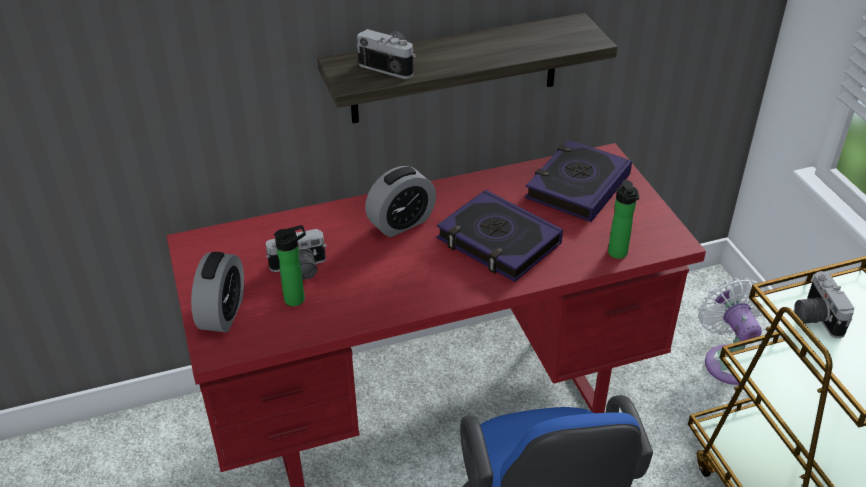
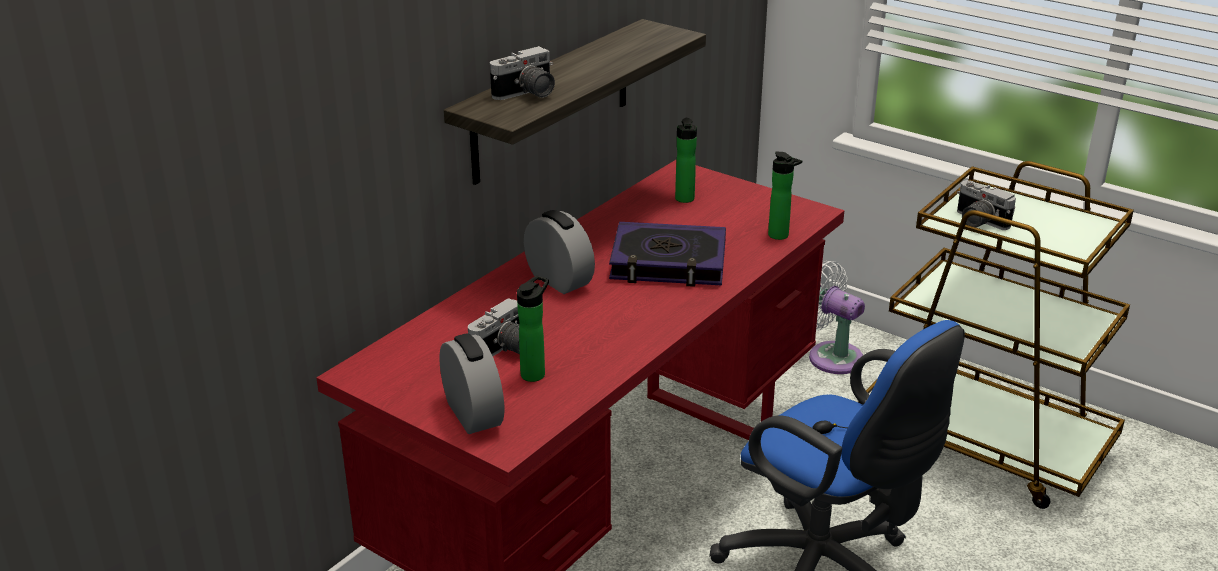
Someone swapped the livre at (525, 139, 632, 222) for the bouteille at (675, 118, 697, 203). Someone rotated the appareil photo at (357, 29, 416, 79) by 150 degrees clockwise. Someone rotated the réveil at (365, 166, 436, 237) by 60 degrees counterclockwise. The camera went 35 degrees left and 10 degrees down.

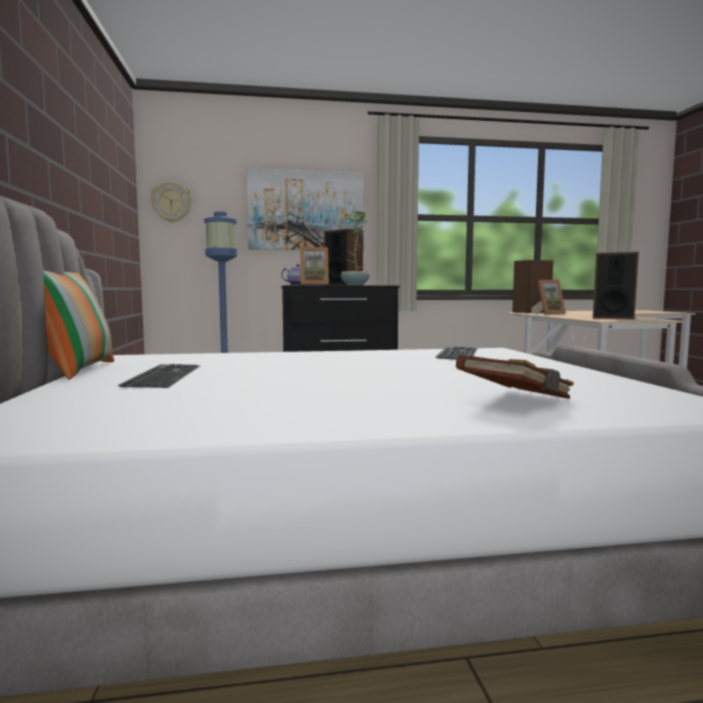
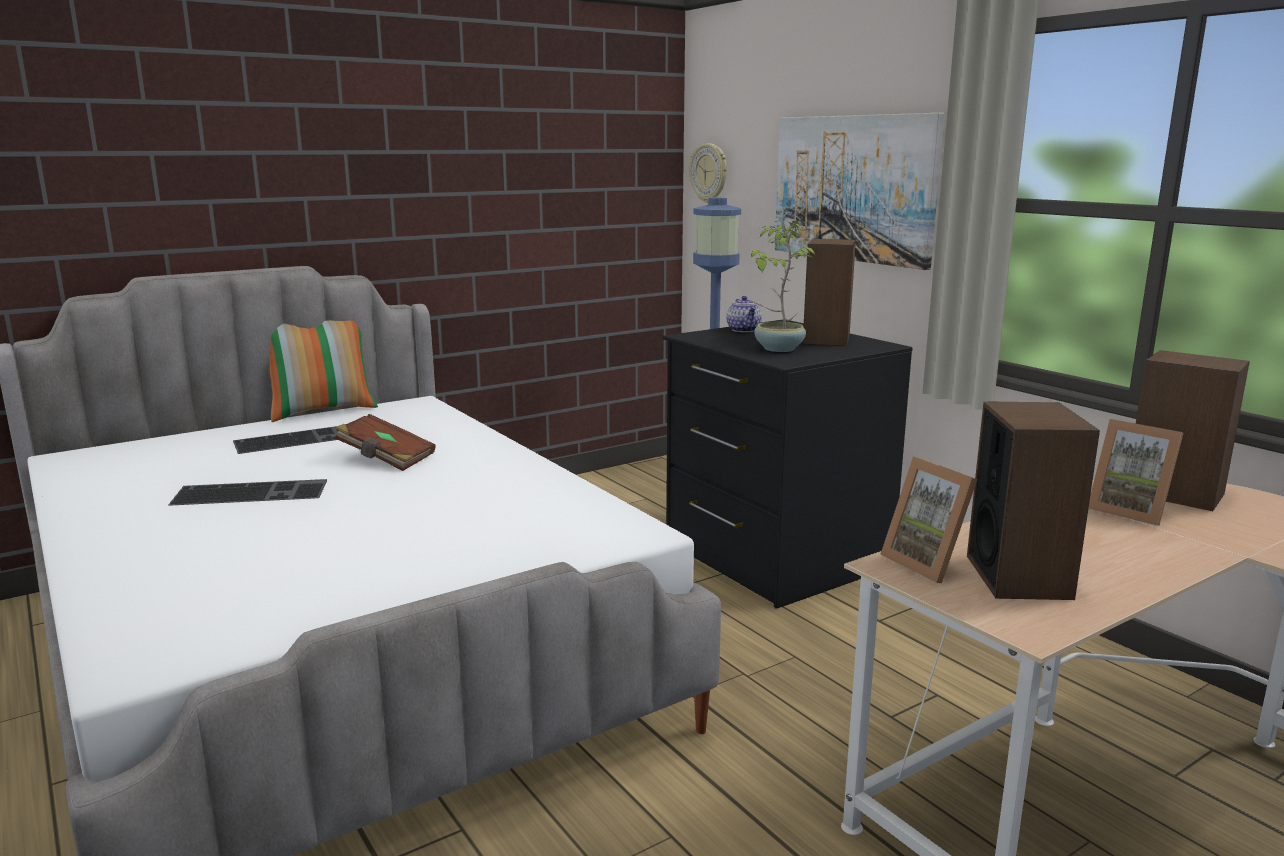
Someone carried the cadre photo from (300, 247, 329, 285) to (880, 456, 977, 583). Someone carried the clavier from (435, 346, 477, 360) to (168, 479, 327, 506). Someone carried the livre (marron) from (456, 355, 574, 399) to (335, 414, 436, 471). The camera went 65 degrees right and 10 degrees up.

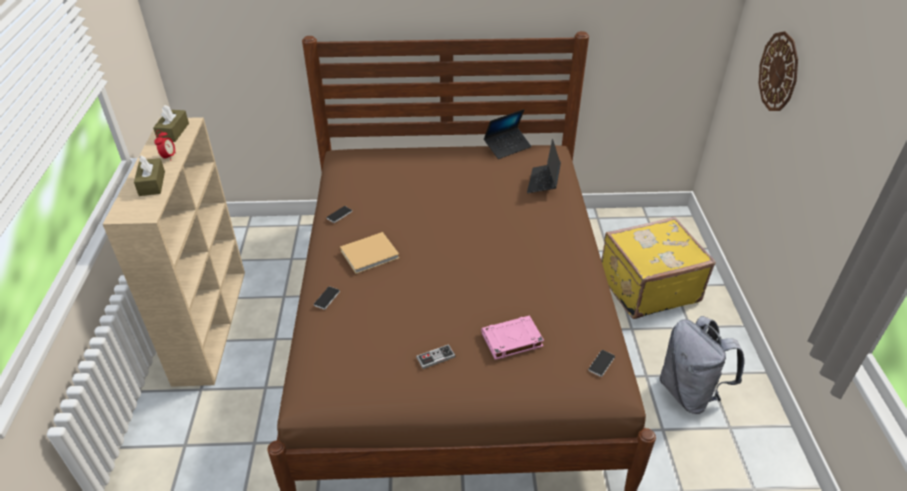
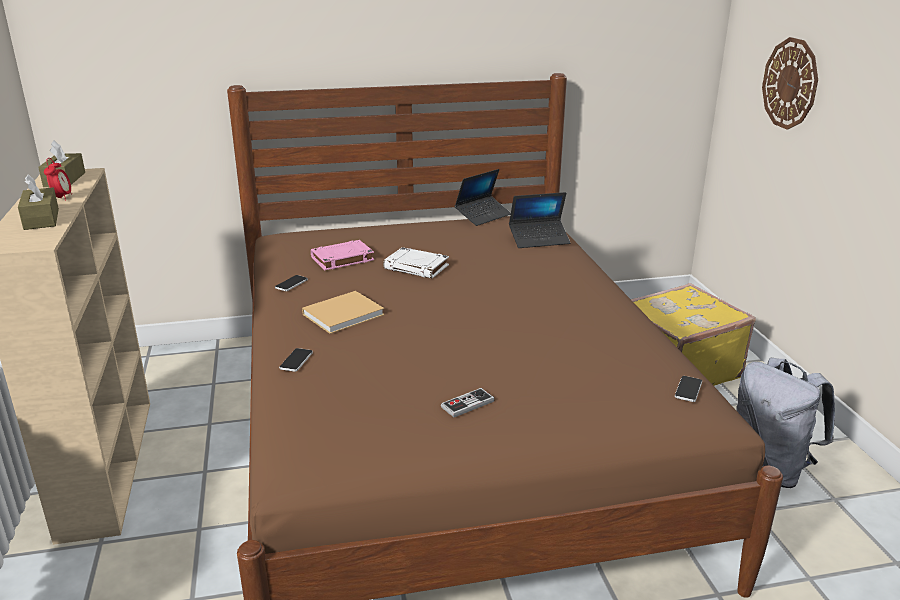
Someone put down the livre (blanc) at (383, 247, 449, 278). Someone carried the livre (rose) from (481, 315, 544, 360) to (311, 240, 374, 270). Someone rotated the ordinateur portable at (527, 139, 561, 193) by 105 degrees counterclockwise. The camera went 10 degrees left and 15 degrees down.

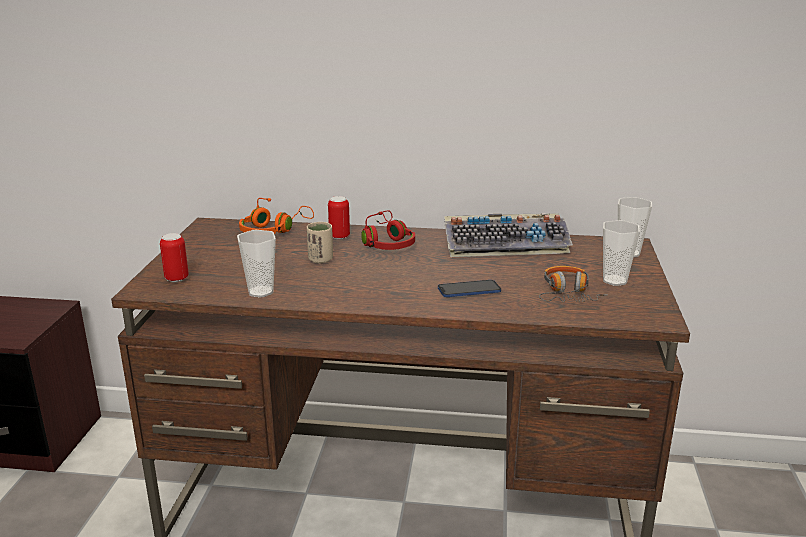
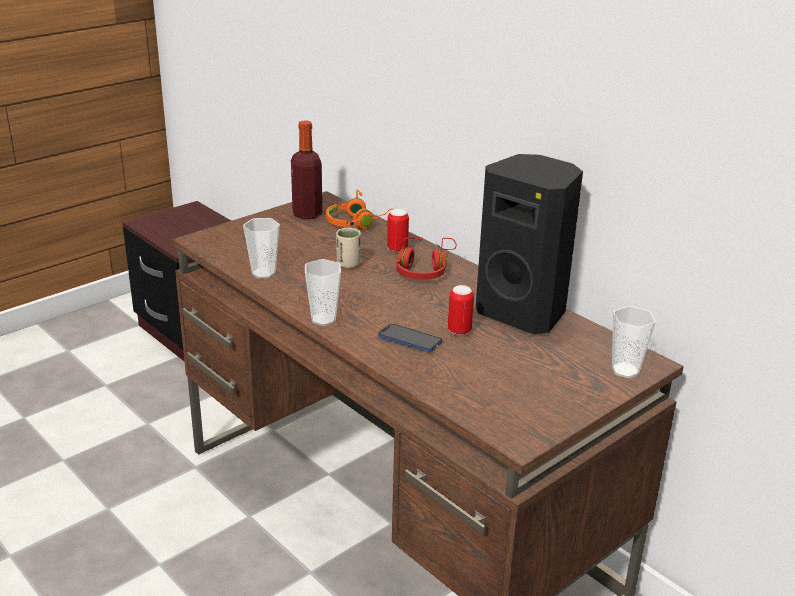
Someone took away the casque audio at (539, 266, 608, 303). Someone put down the bouteille at (291, 120, 322, 219). Someone carried the boîte métallique from (160, 233, 189, 282) to (448, 285, 474, 335). Someone carried the tasse from (603, 220, 640, 286) to (305, 259, 341, 326). Someone swapped the clavier at (444, 213, 573, 257) for the enceinte (noir) at (476, 154, 583, 334). The camera went 40 degrees right and 5 degrees up.

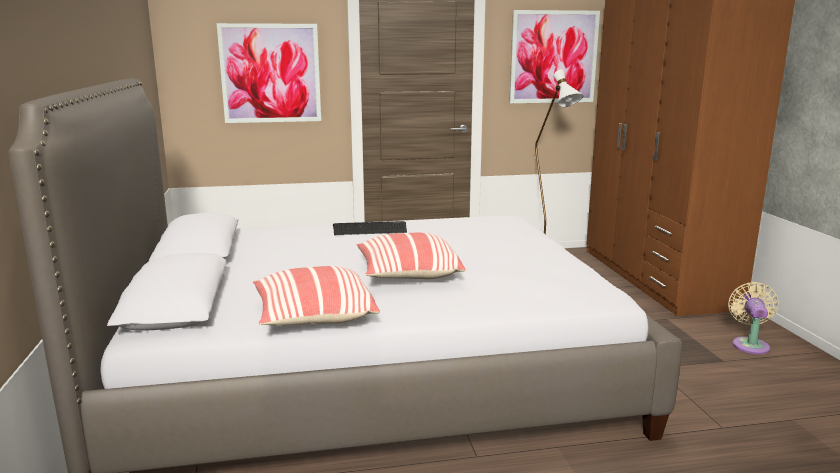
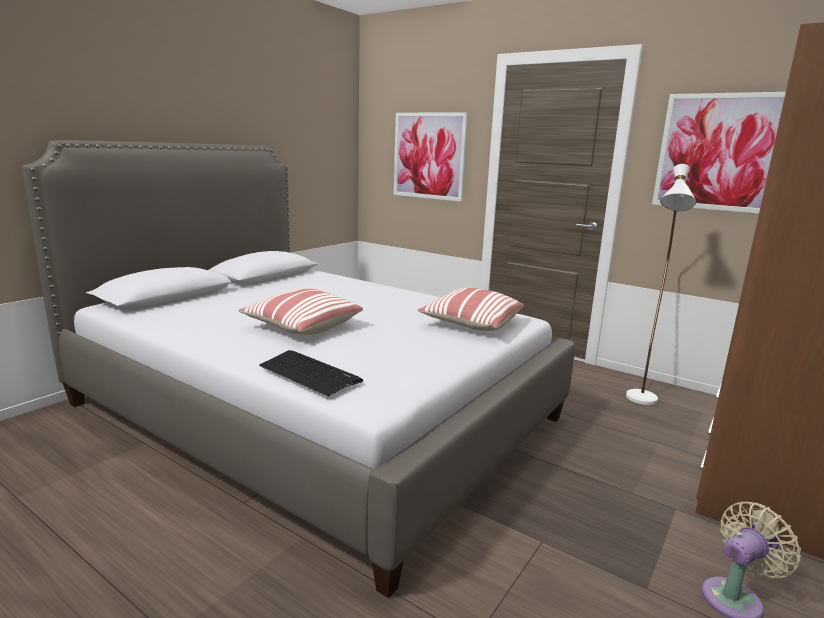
Someone carried the coussin from (253, 266, 380, 326) to (417, 288, 524, 331). Someone carried the clavier from (333, 221, 407, 235) to (259, 350, 363, 396). The camera went 45 degrees right and 0 degrees up.

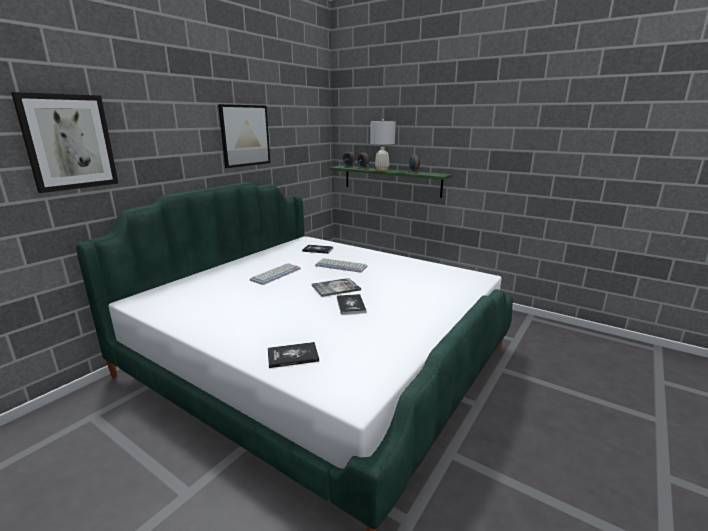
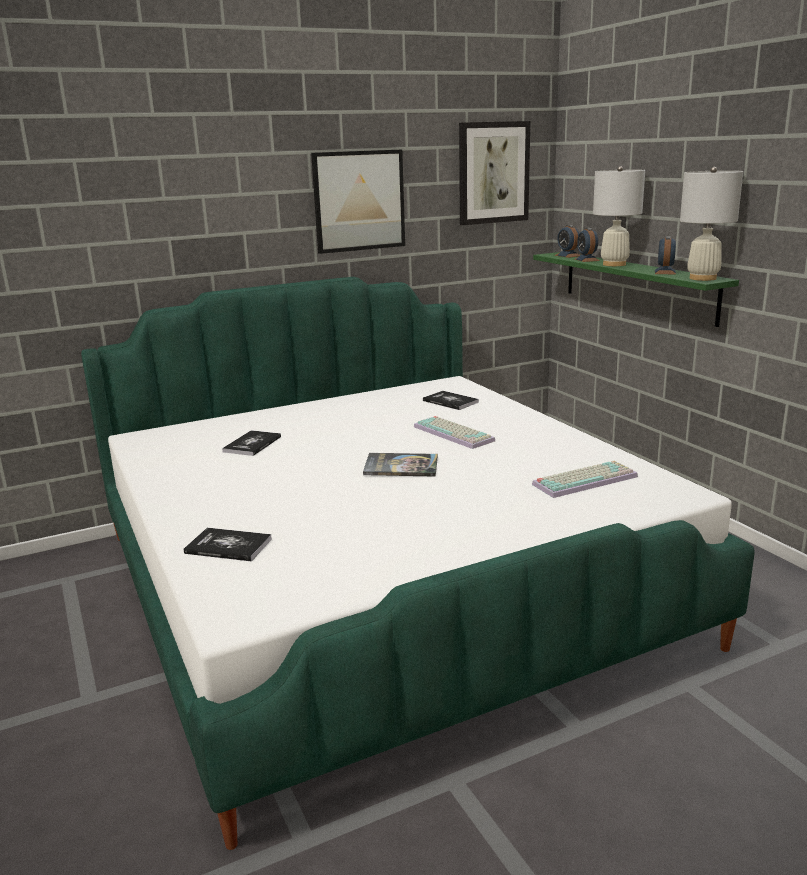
Someone put down the lampe de table (blanc) at (680, 167, 743, 281). Someone carried the tableau from (11, 92, 119, 193) to (459, 121, 530, 225). Someone carried the clavier from (250, 263, 301, 285) to (532, 461, 638, 498). Someone carried the livre from (337, 294, 367, 315) to (222, 430, 281, 456). The camera went 30 degrees right and 0 degrees up.

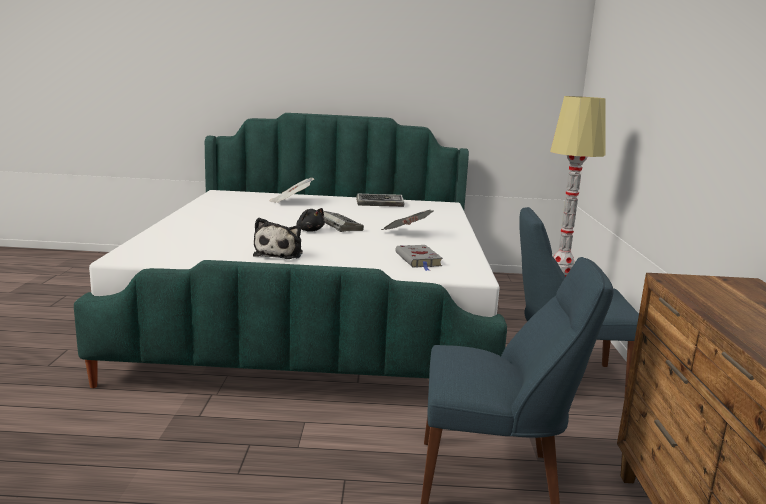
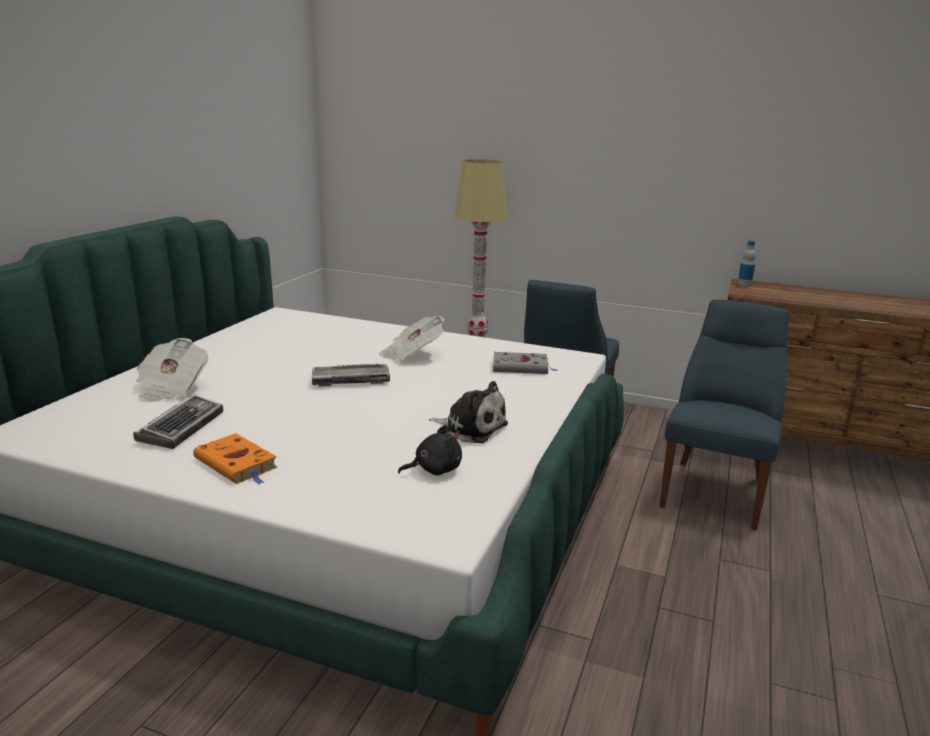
Someone put down the livre (orange) at (193, 433, 277, 484). Someone put down the bouteille at (737, 240, 756, 287). Someone carried the peluche (noir) from (297, 208, 325, 232) to (398, 425, 462, 476). Someone carried the clavier from (356, 193, 404, 207) to (133, 394, 223, 449). The camera went 70 degrees left and 5 degrees up.

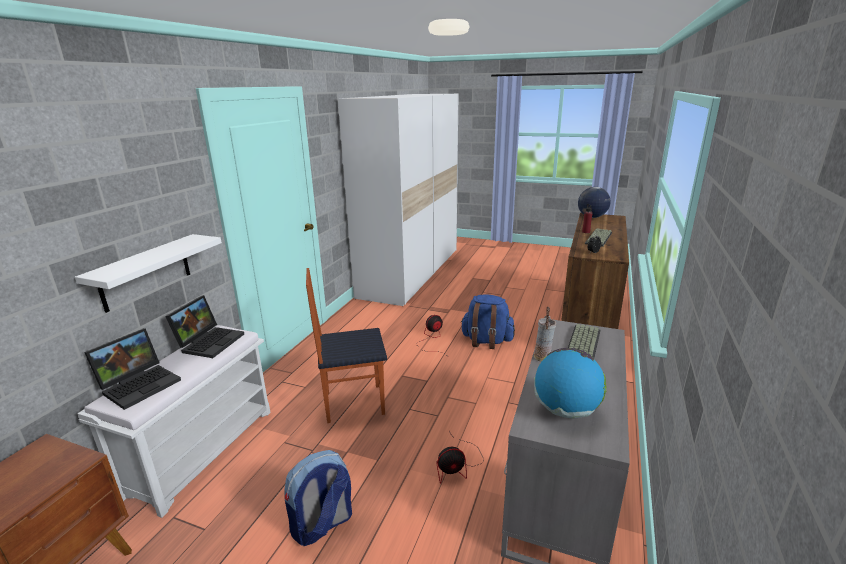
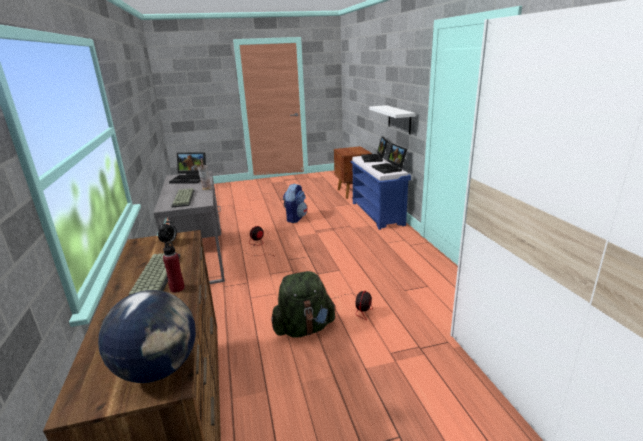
Someone took away the chaise at (306, 268, 387, 423). Someone swapped the globe at (534, 348, 607, 418) for the ordinateur portable at (169, 152, 206, 183). Someone repainted the banc (blanc) at (77, 325, 271, 518), which became the banc (bleu) at (351, 156, 411, 230). Someone repainted the sac à dos (bleu) at (460, 294, 515, 349), which became the sac à dos (vert) at (271, 271, 335, 338). The camera went 145 degrees right and 0 degrees up.

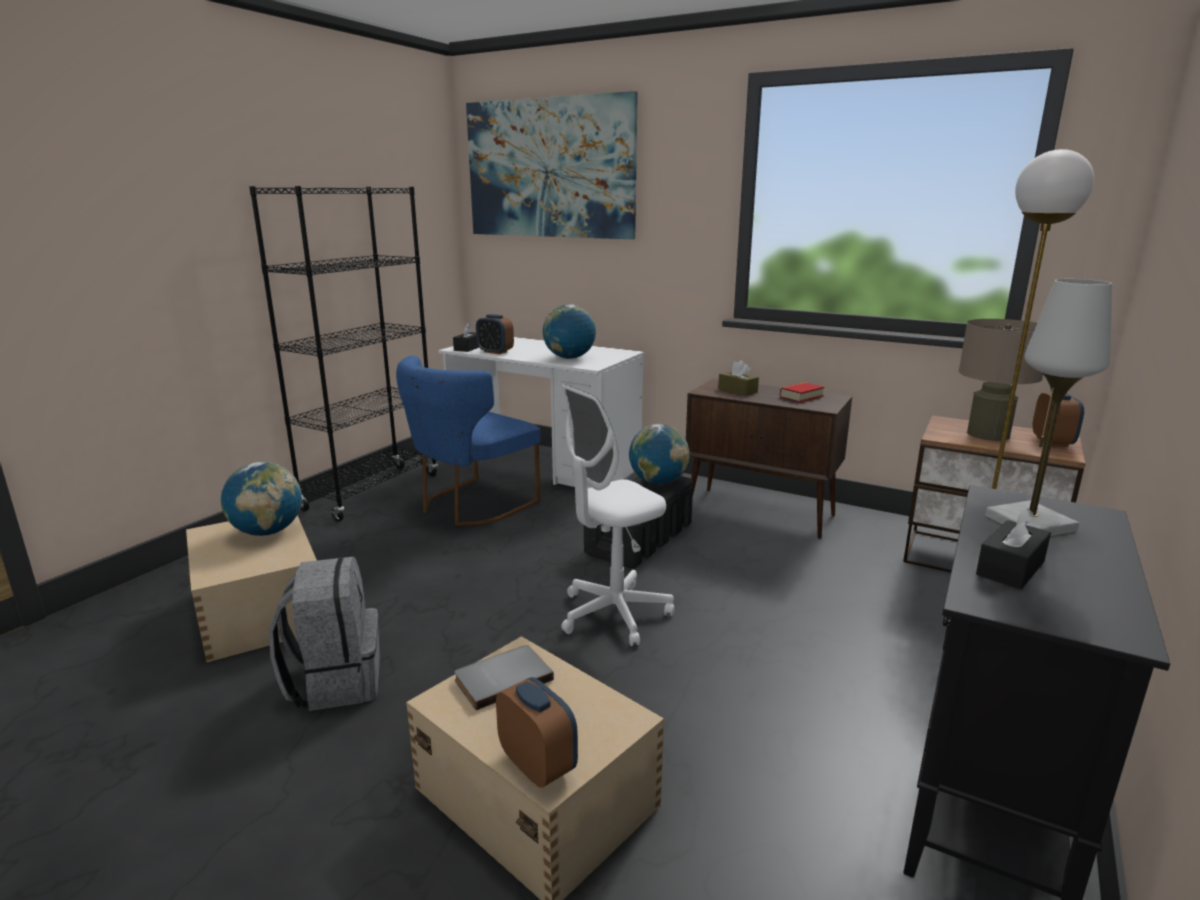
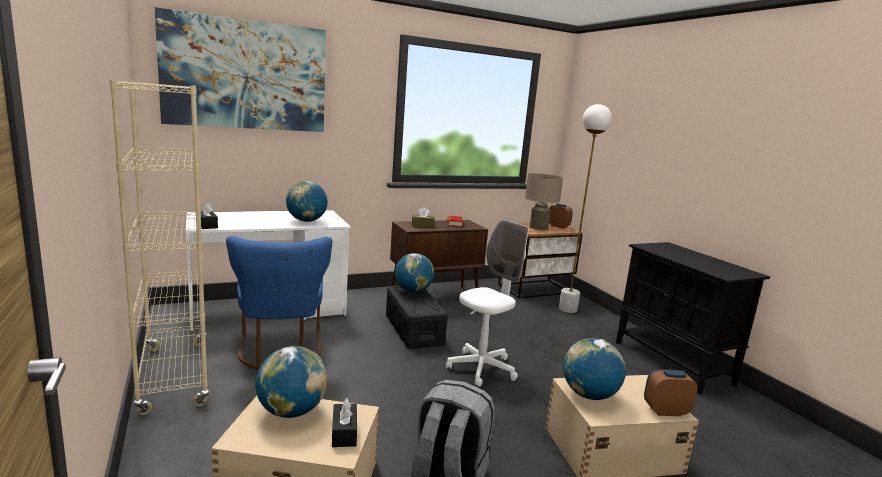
Someone took away the réveil at (476, 314, 514, 354). Someone took away the lampe de table (blanc) at (985, 279, 1112, 536). Someone carried the boîte à mouchoirs (noir) from (976, 508, 1051, 589) to (332, 398, 357, 447). Someone swapped the livre (gris) at (454, 645, 554, 710) for the globe at (563, 338, 626, 400). Someone repainted the bibliothèque (noir) at (249, 186, 438, 521), which became the bibliothèque (beige) at (110, 80, 210, 415). Someone rotated the chaise de bureau (blanc) at (561, 384, 674, 646) by 135 degrees counterclockwise. The camera went 55 degrees left and 5 degrees down.

